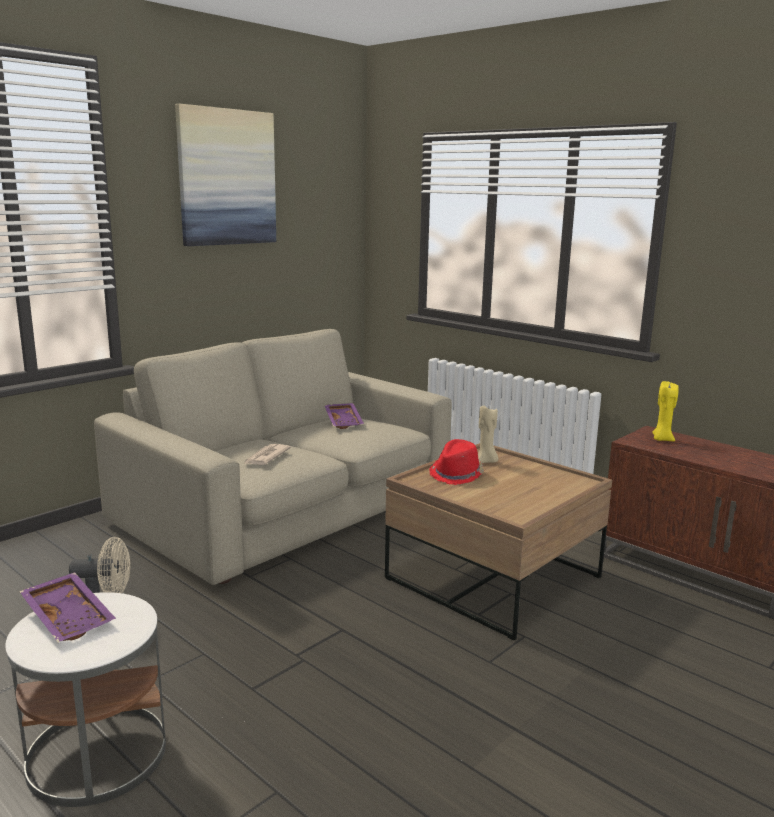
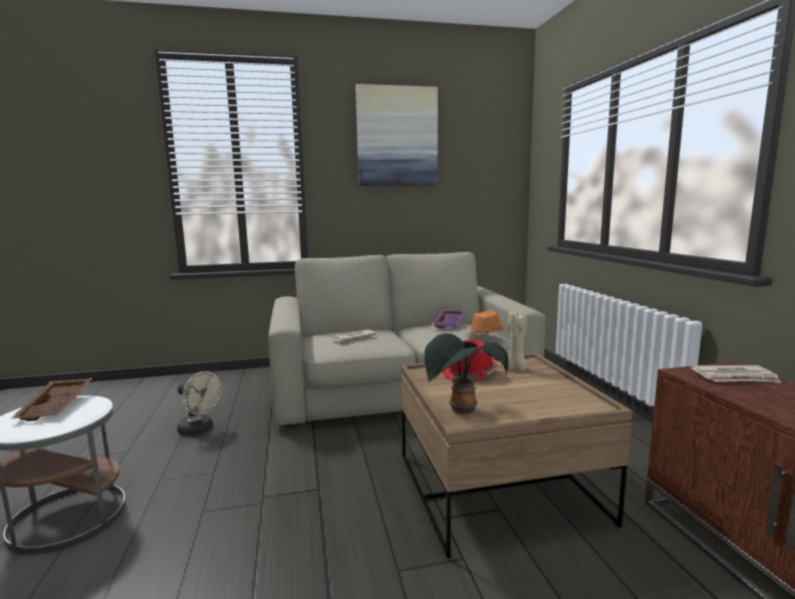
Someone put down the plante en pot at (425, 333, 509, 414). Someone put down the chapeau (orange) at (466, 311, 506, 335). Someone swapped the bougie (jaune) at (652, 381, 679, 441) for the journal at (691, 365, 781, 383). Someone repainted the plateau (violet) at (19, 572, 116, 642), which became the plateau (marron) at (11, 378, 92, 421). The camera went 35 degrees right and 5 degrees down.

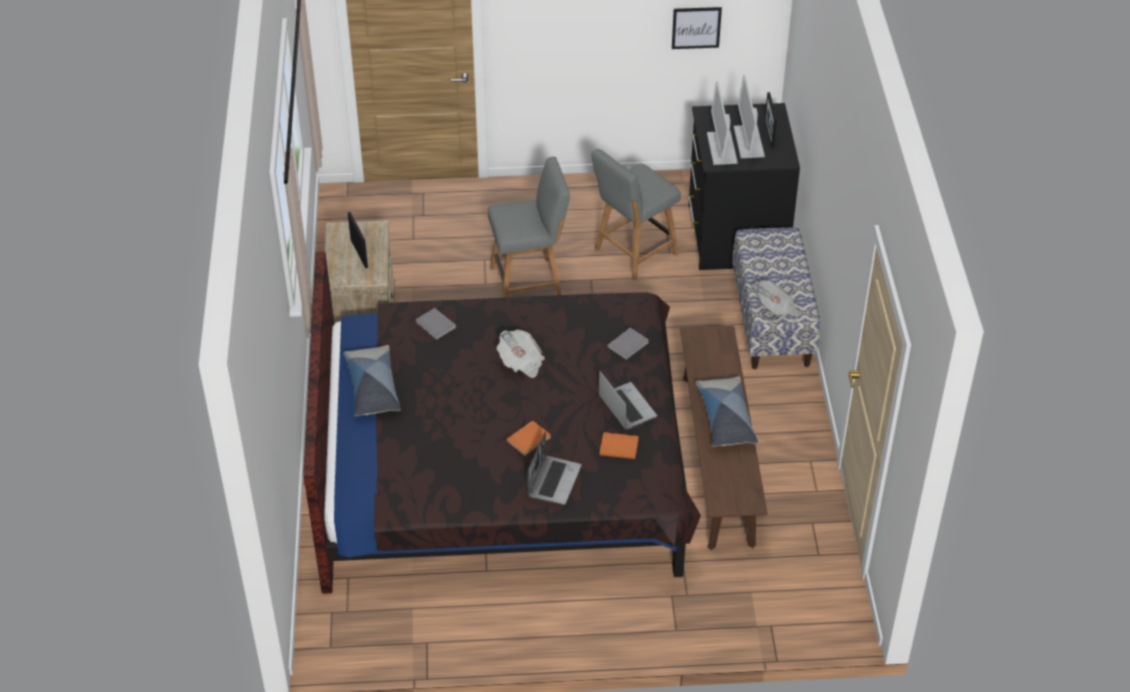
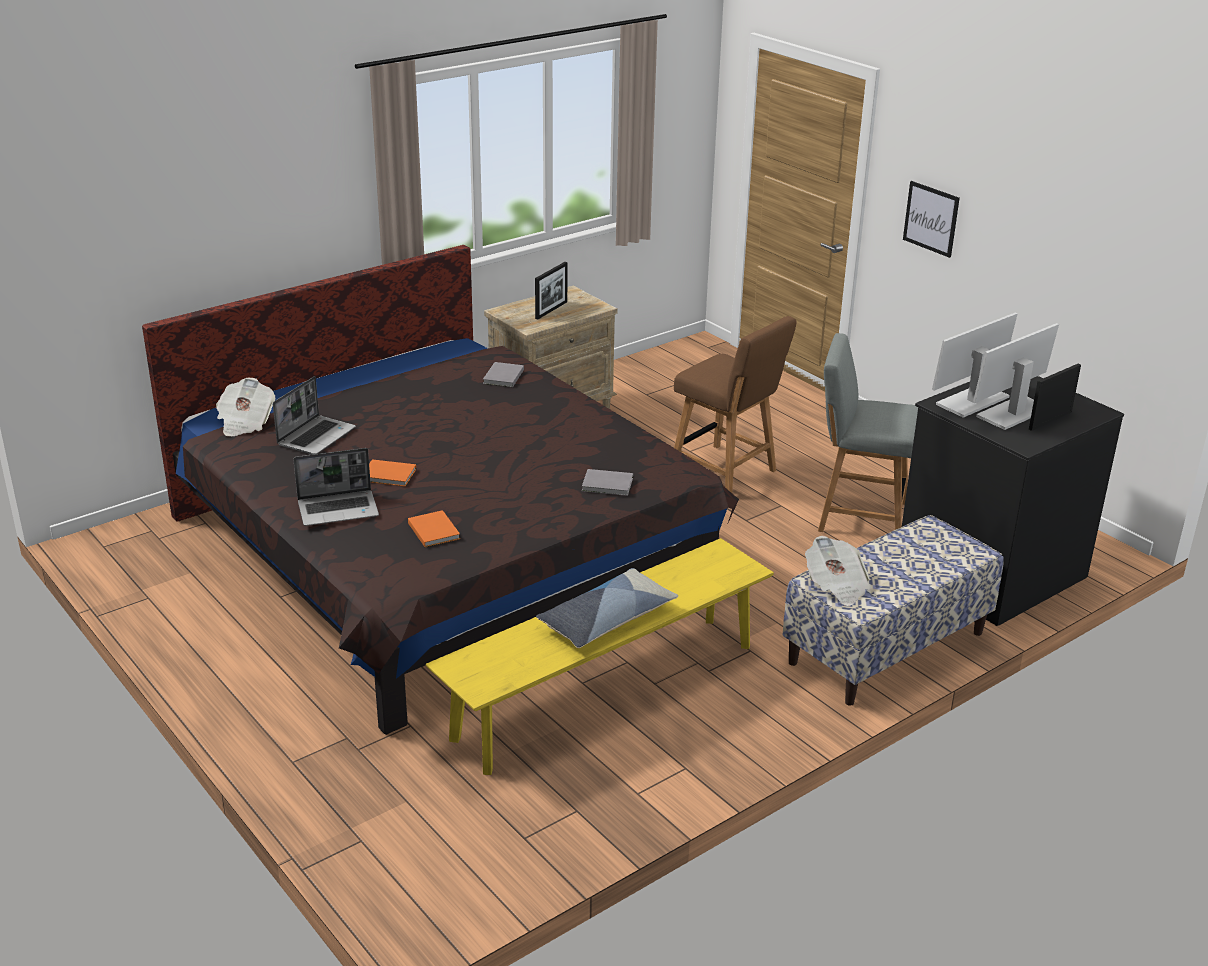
Someone took away the coussin at (343, 345, 401, 416). Someone carried the journal from (497, 330, 545, 378) to (216, 378, 275, 436). Someone carried the ordinateur portable from (599, 370, 657, 430) to (273, 376, 356, 454). Someone carried the tableau from (672, 7, 722, 49) to (903, 181, 960, 258). Someone repainted the chaise (gris) at (488, 156, 570, 298), which became the chaise (marron) at (674, 316, 796, 493). Someone repainted the banc (marron) at (680, 326, 768, 550), which became the banc (jaune) at (426, 538, 774, 775). The camera went 55 degrees right and 15 degrees down.

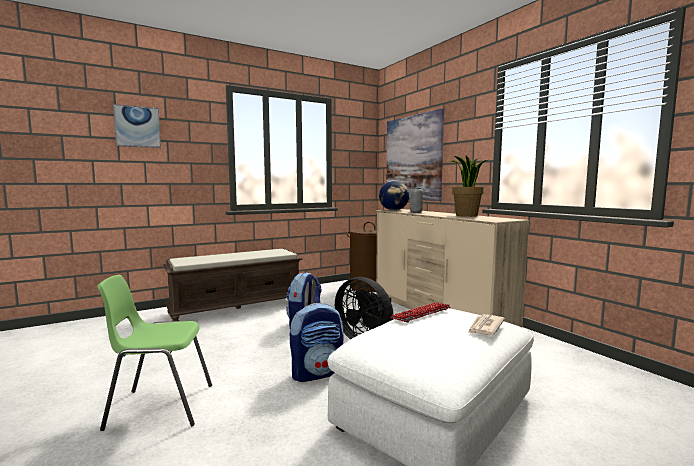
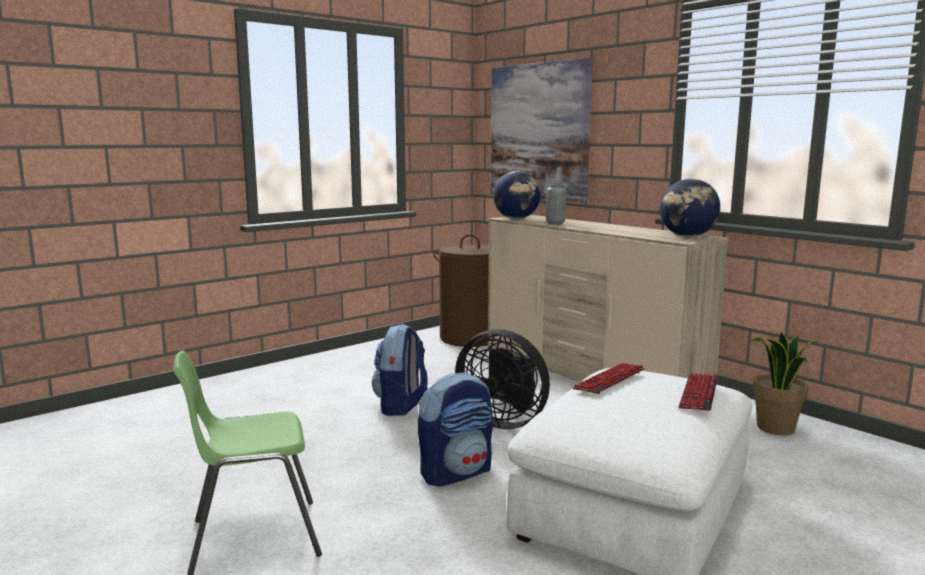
Someone took away the tableau at (113, 104, 161, 148). Someone took away the banc (marron) at (163, 248, 302, 321). Someone put down the globe at (660, 179, 720, 237). Someone carried the plante en pot from (449, 156, 487, 217) to (751, 332, 817, 435). Someone swapped the journal at (468, 314, 505, 335) for the clavier at (679, 373, 718, 411). The camera went 10 degrees left and 5 degrees up.

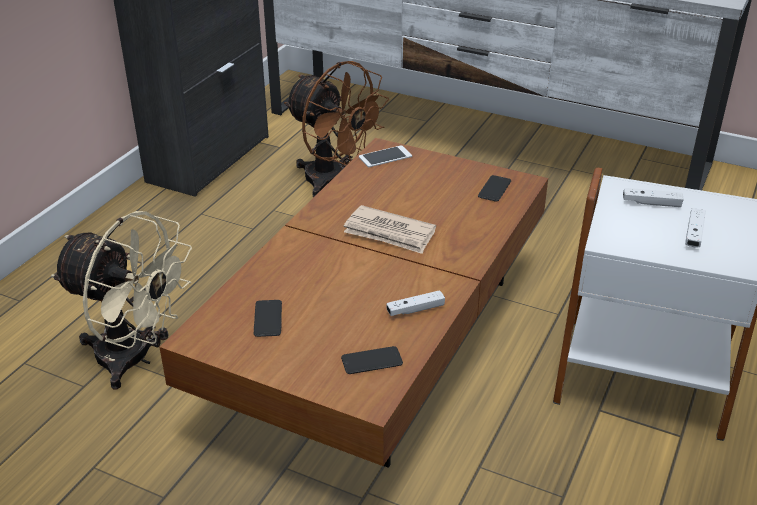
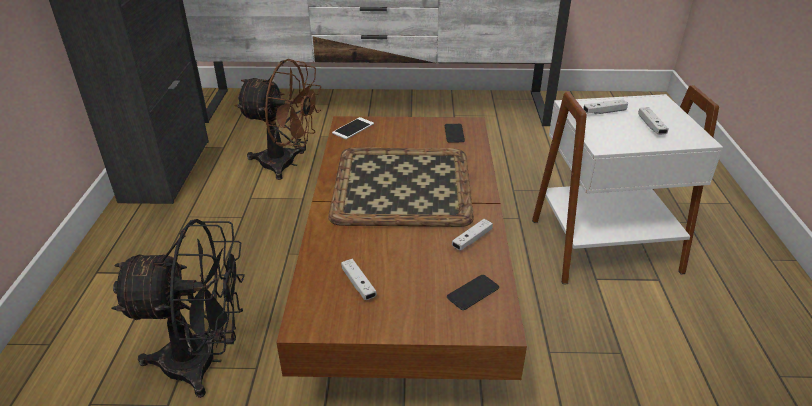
Someone swapped the téléphone at (254, 300, 282, 337) for the manette (blanc) at (341, 259, 377, 300). Someone swapped the journal at (344, 205, 436, 254) for the plateau at (328, 148, 474, 227). Someone repainted the ventilateur (beige) at (51, 211, 192, 389), which became the ventilateur (noir) at (112, 219, 245, 398). The camera went 25 degrees left and 0 degrees up.

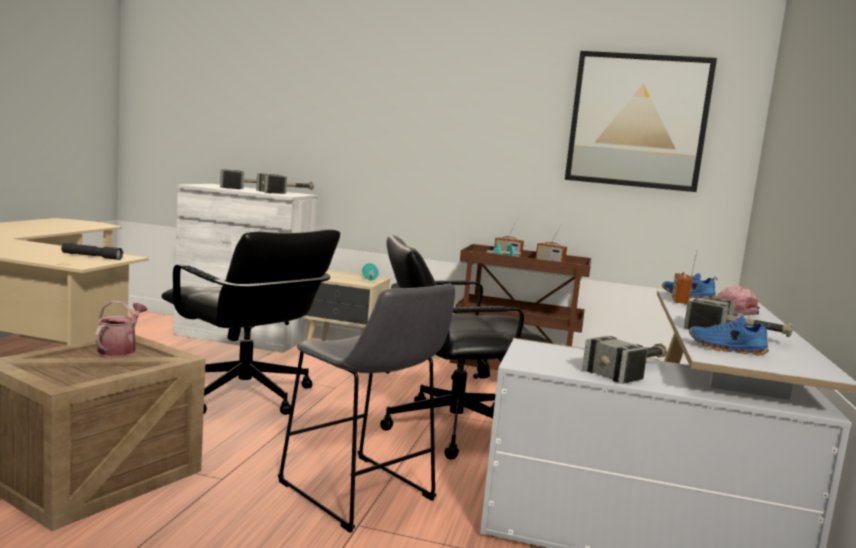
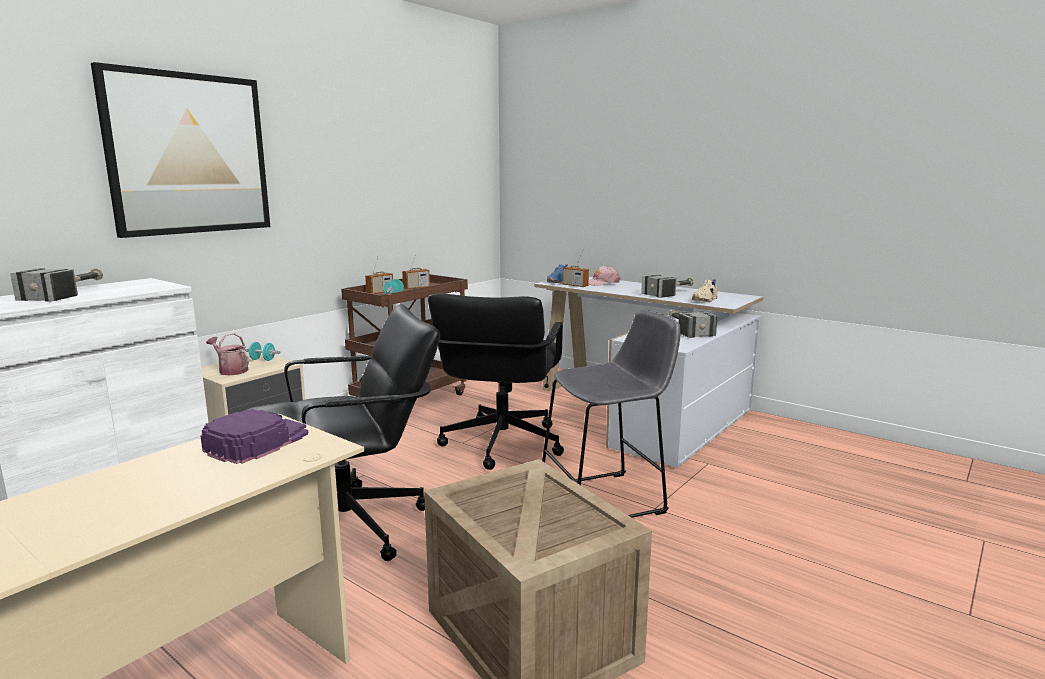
Someone took away the marteau at (256, 173, 314, 194). Someone carried the arrosoir from (95, 300, 147, 356) to (206, 333, 250, 375). Someone carried the tableau from (565, 51, 717, 192) to (91, 62, 270, 238). Someone swapped the lampe de poche (gris) at (61, 243, 123, 260) for the casquette (violet) at (201, 409, 308, 464). Someone repainted the chaussure (bleu) at (689, 316, 771, 355), which became the chaussure (beige) at (692, 279, 718, 302). The camera went 65 degrees left and 5 degrees up.

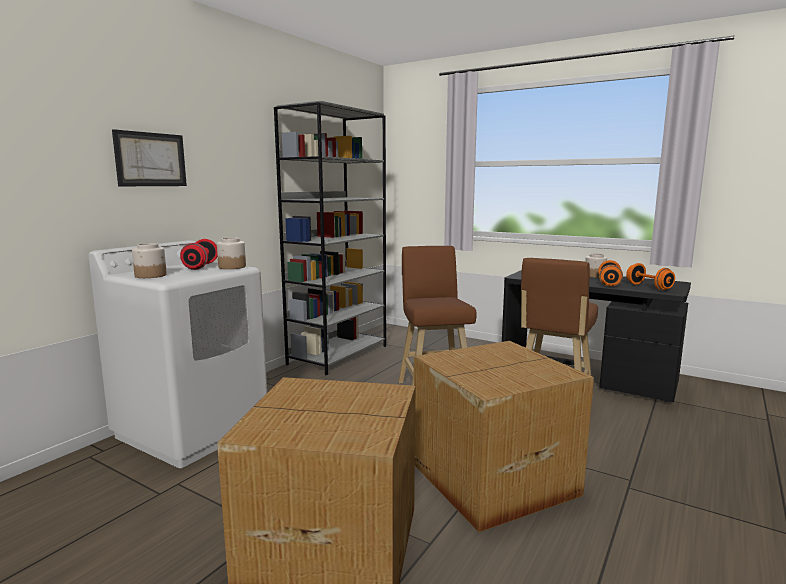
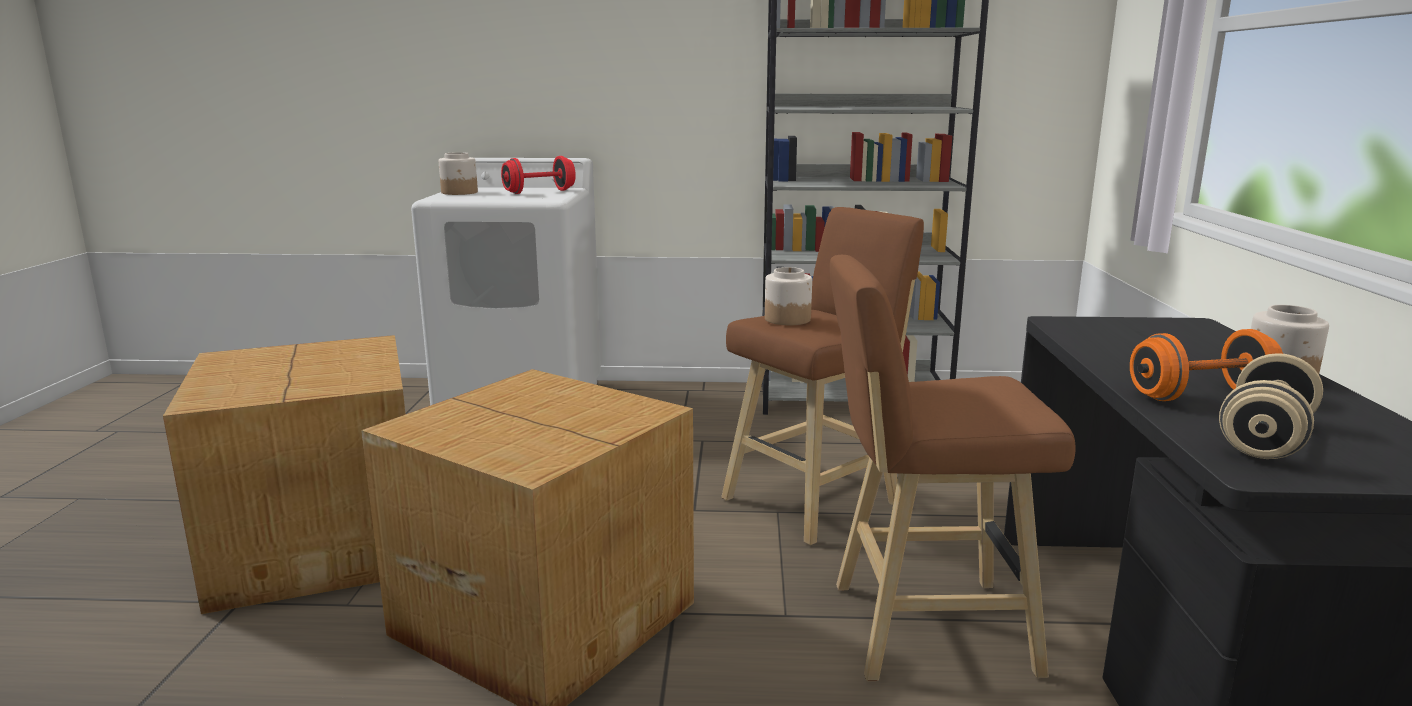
Someone took away the tableau at (112, 129, 187, 186). Someone carried the bocal from (217, 238, 246, 269) to (765, 267, 812, 325). Someone repainted the haltère (orange) at (626, 263, 675, 290), which became the haltère (beige) at (1219, 353, 1323, 459). The camera went 60 degrees right and 5 degrees up.

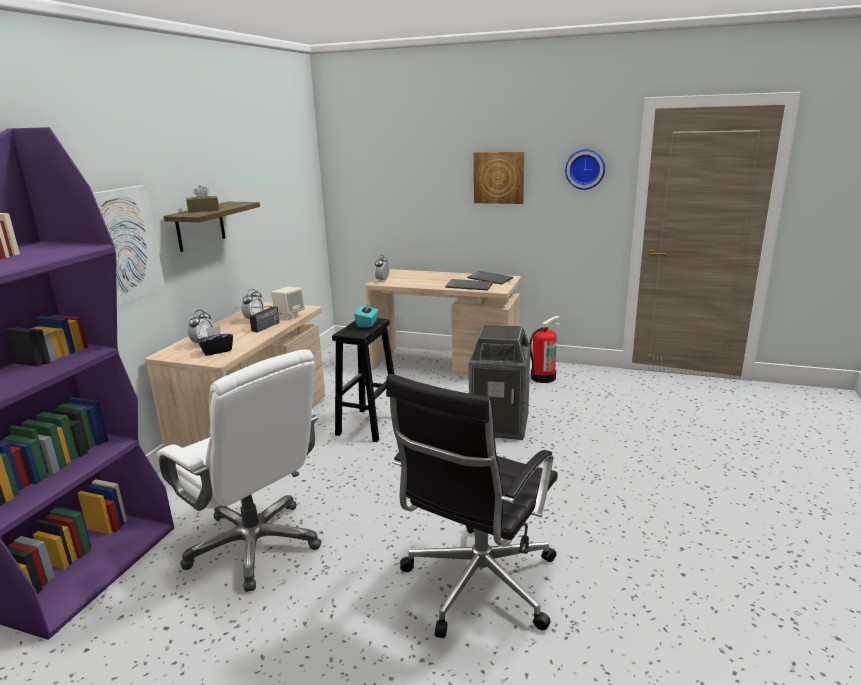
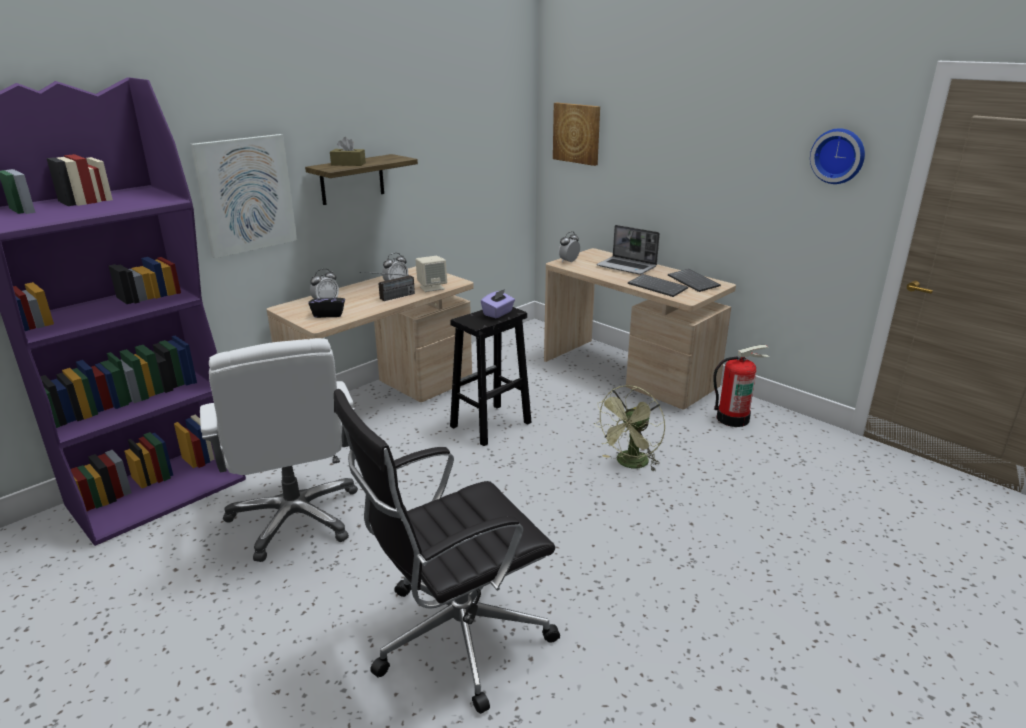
Someone put down the ordinateur portable at (596, 225, 660, 275). Someone carried the tableau from (474, 152, 524, 204) to (553, 102, 600, 166). Someone swapped the poubelle at (469, 324, 531, 440) for the ventilateur (vert) at (594, 385, 665, 472). Someone repainted the boîte à mouchoirs (turquoise) at (354, 302, 378, 328), which became the boîte à mouchoirs (violet) at (481, 289, 515, 318). The camera went 25 degrees right and 5 degrees up.

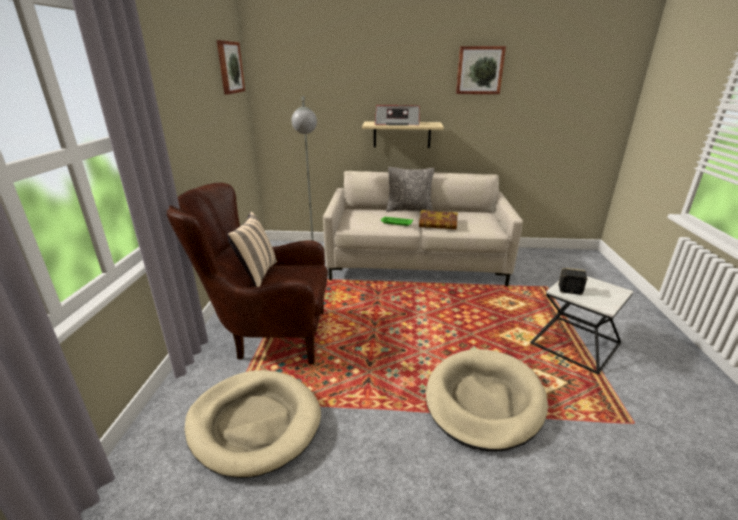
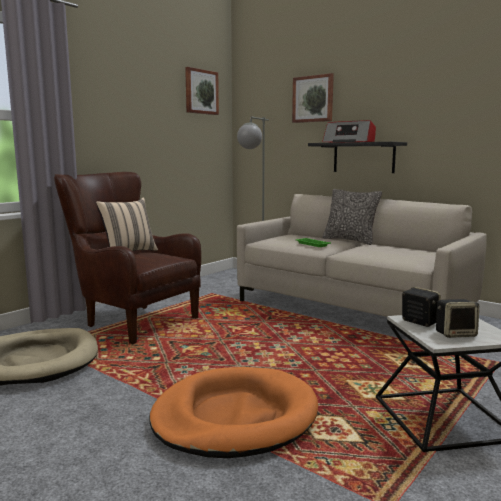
Someone took away the livre at (419, 210, 458, 229). Someone put down the enceinte at (436, 299, 479, 338). Someone carried the tableau from (456, 46, 506, 94) to (292, 73, 334, 123). Someone repainted the étagère (beige) at (362, 122, 444, 148), which became the étagère (noir) at (308, 142, 407, 173). Someone repainted the panier pour chien (beige) at (426, 349, 548, 452), which became the panier pour chien (orange) at (149, 367, 318, 458). The camera went 35 degrees right and 15 degrees down.

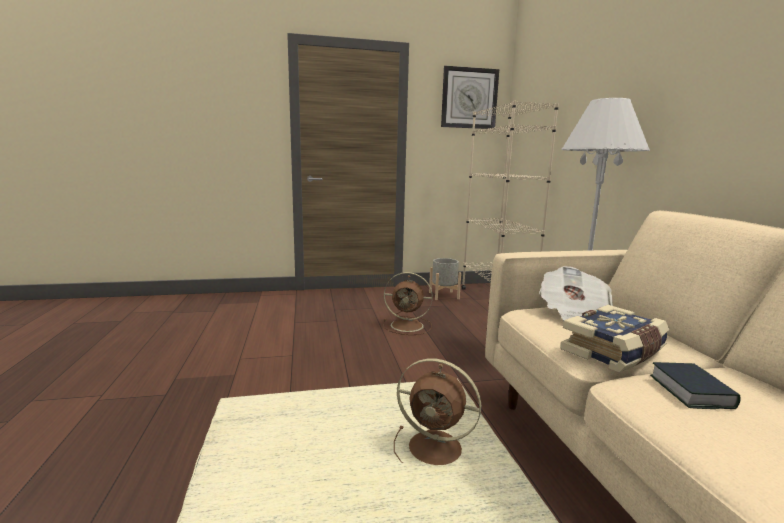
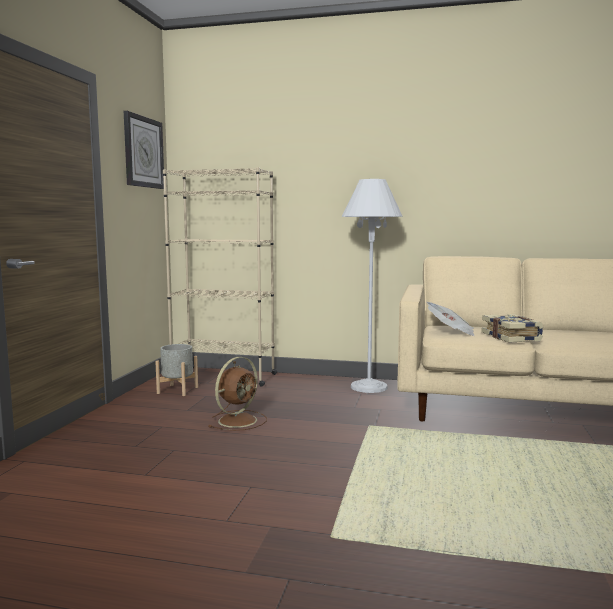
Someone took away the ventilateur (marron) at (394, 358, 481, 465). Someone took away the livre at (650, 362, 741, 409). The camera went 65 degrees left and 5 degrees down.

